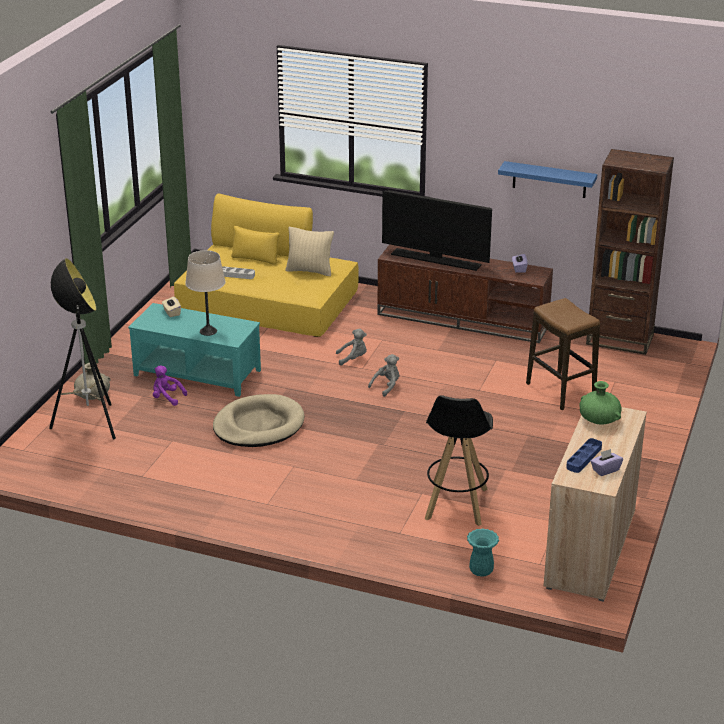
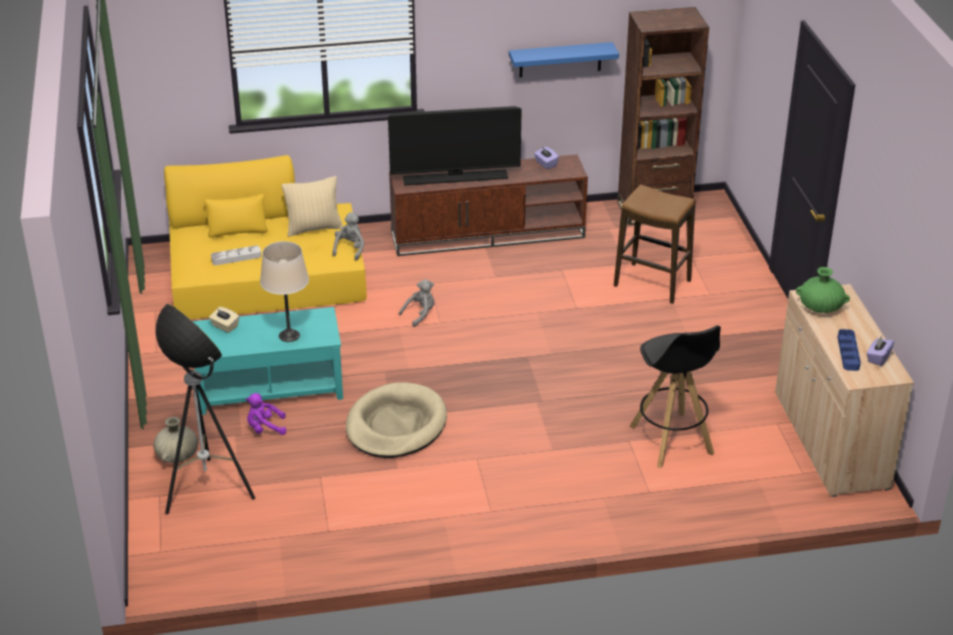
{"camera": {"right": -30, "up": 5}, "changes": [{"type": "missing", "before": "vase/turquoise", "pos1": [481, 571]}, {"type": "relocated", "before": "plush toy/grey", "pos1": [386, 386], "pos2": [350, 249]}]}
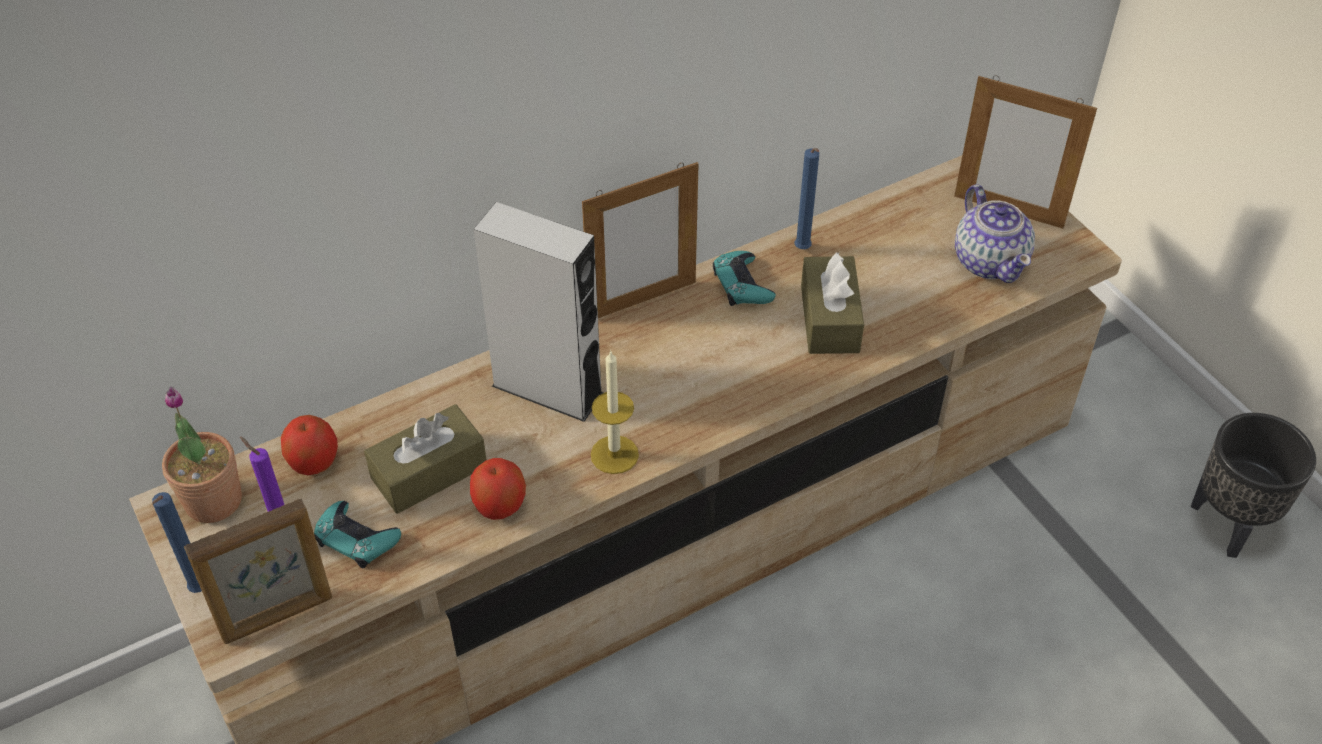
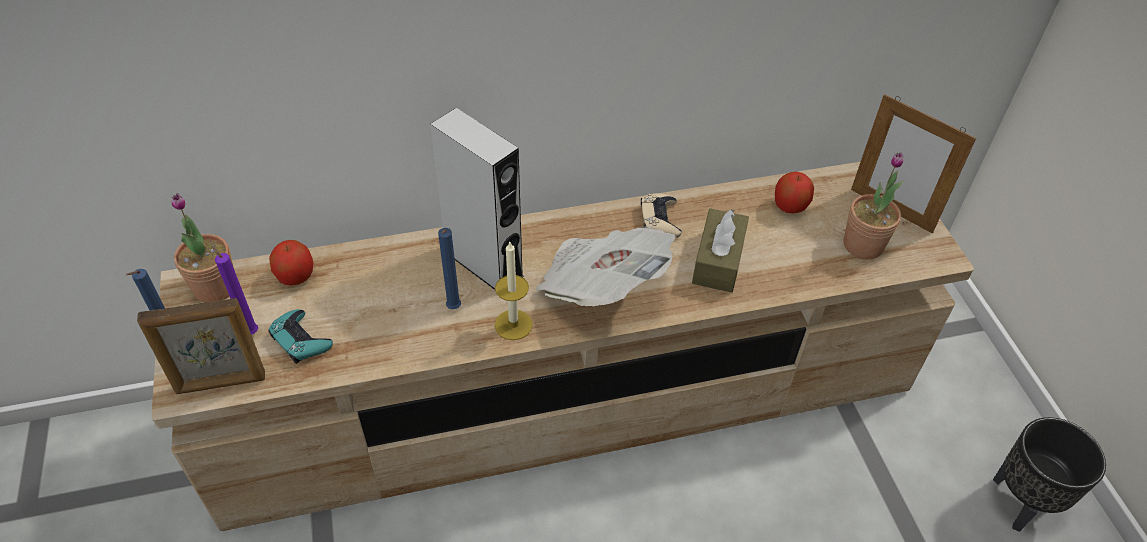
{"camera": {"right": 15, "up": 0}, "changes": [{"type": "missing", "before": "tissue box/brown", "pos1": [429, 472]}, {"type": "missing", "before": "picture frame", "pos1": [642, 301]}, {"type": "appeared", "after": "newspaper", "pos2": [601, 286]}, {"type": "relocated", "before": "apple", "pos1": [499, 506], "pos2": [789, 207]}, {"type": "relocated", "before": "candle/blue", "pos1": [803, 250], "pos2": [453, 309]}, {"type": "exchanged", "before": "teapot", "after": "potted plant", "pos1": [990, 261], "pos2": [863, 245]}, {"type": "colour", "before": "game controller/turquoise", "after": "game controller/beige", "pos1": [742, 285], "pos2": [660, 220]}]}
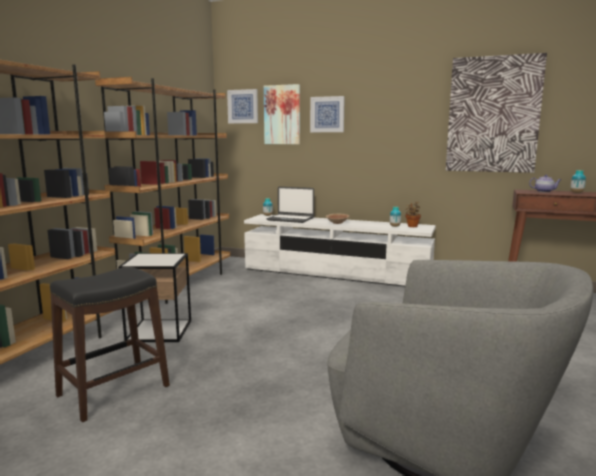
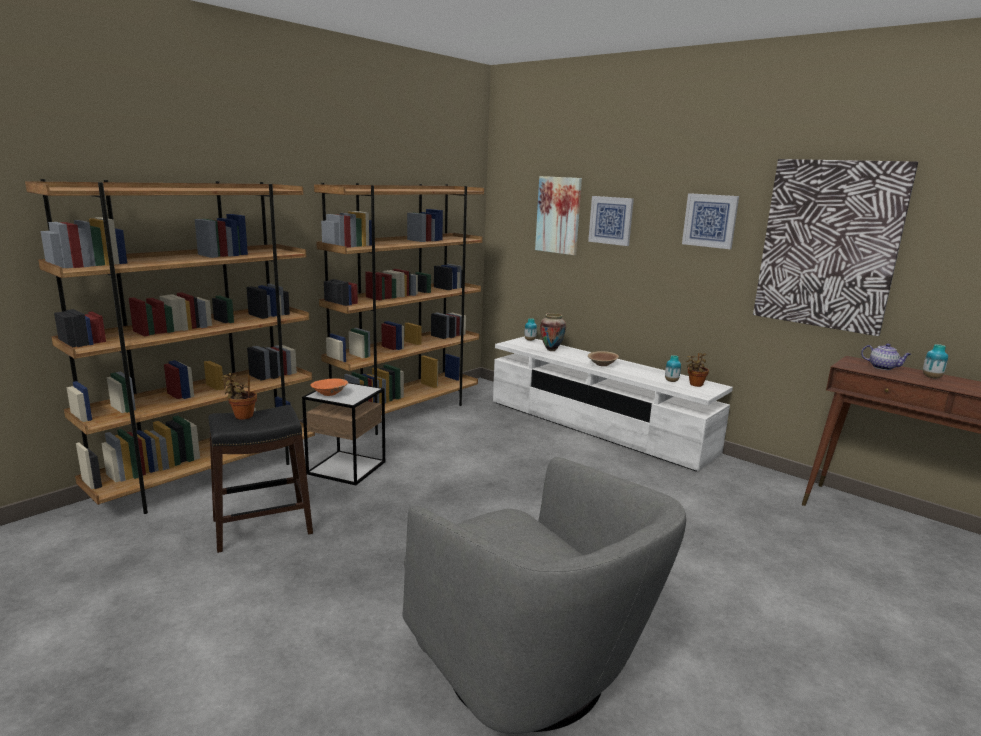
{"camera": {"right": 20, "up": 5}, "changes": [{"type": "appeared", "after": "potted plant", "pos2": [241, 416]}, {"type": "appeared", "after": "bowl/orange", "pos2": [329, 393]}, {"type": "relocated", "before": "picture", "pos1": [243, 106], "pos2": [710, 220]}, {"type": "exchanged", "before": "laptop", "after": "vase", "pos1": [290, 219], "pos2": [551, 350]}]}
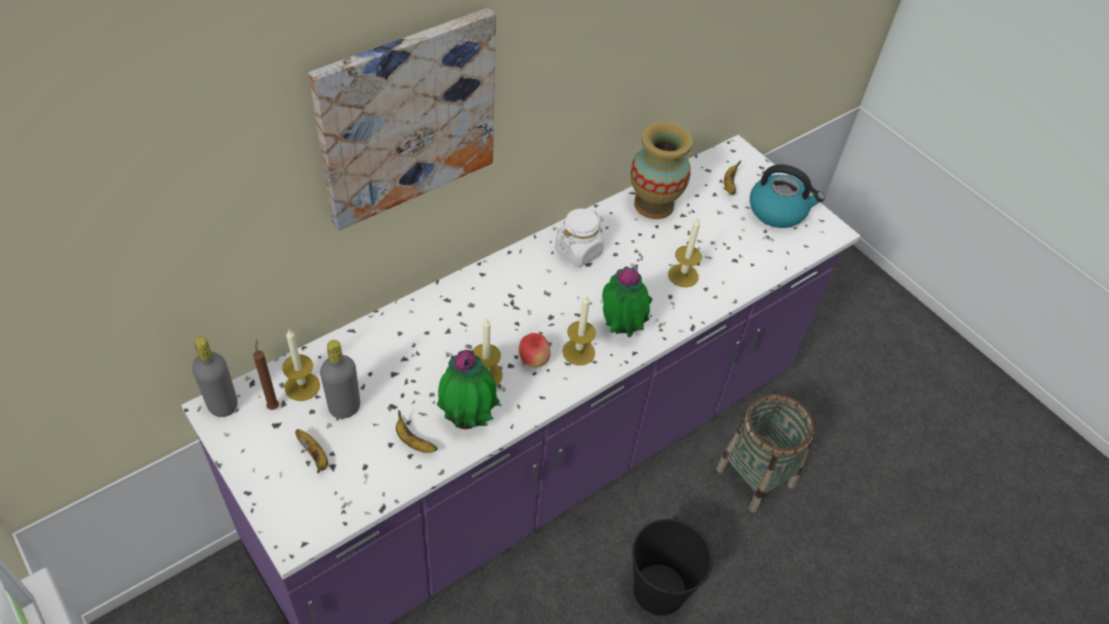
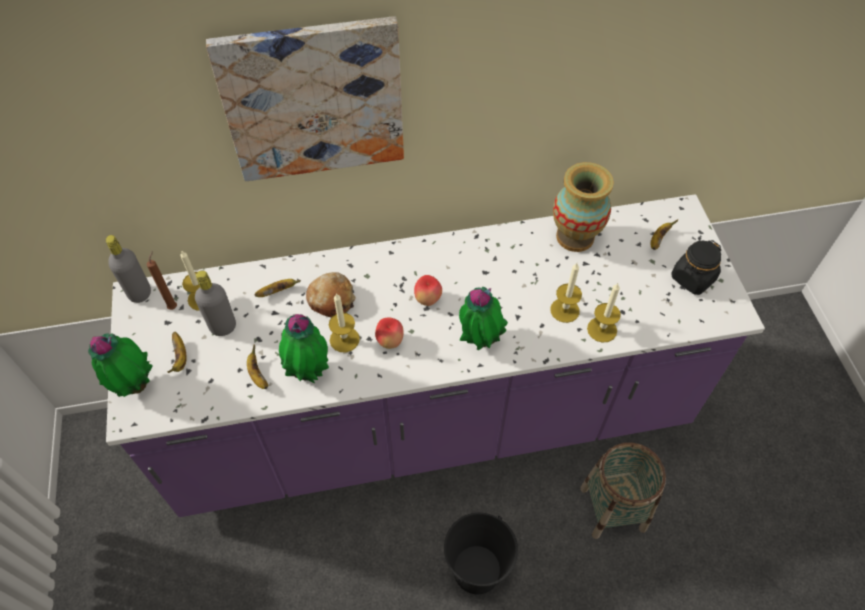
{"camera": {"right": 30, "up": 5}, "changes": [{"type": "missing", "before": "jar/white", "pos1": [578, 251]}, {"type": "appeared", "after": "potted plant", "pos2": [135, 385]}, {"type": "appeared", "after": "banana", "pos2": [278, 291]}, {"type": "appeared", "after": "bread", "pos2": [331, 299]}, {"type": "appeared", "after": "apple", "pos2": [428, 299]}, {"type": "relocated", "before": "candle", "pos1": [578, 352], "pos2": [602, 329]}, {"type": "exchanged", "before": "kettle", "after": "jar/black", "pos1": [778, 211], "pos2": [692, 278]}]}
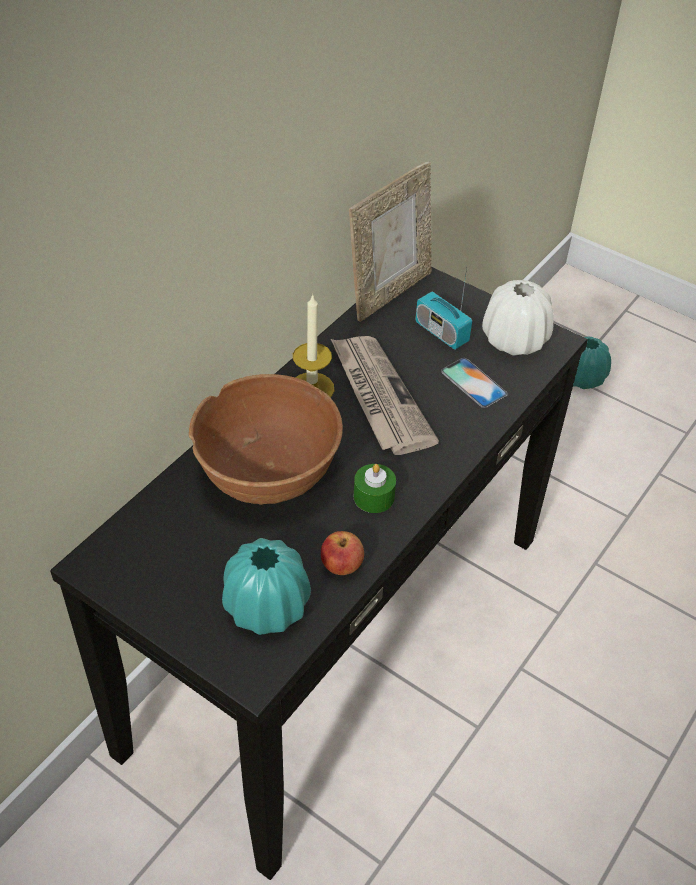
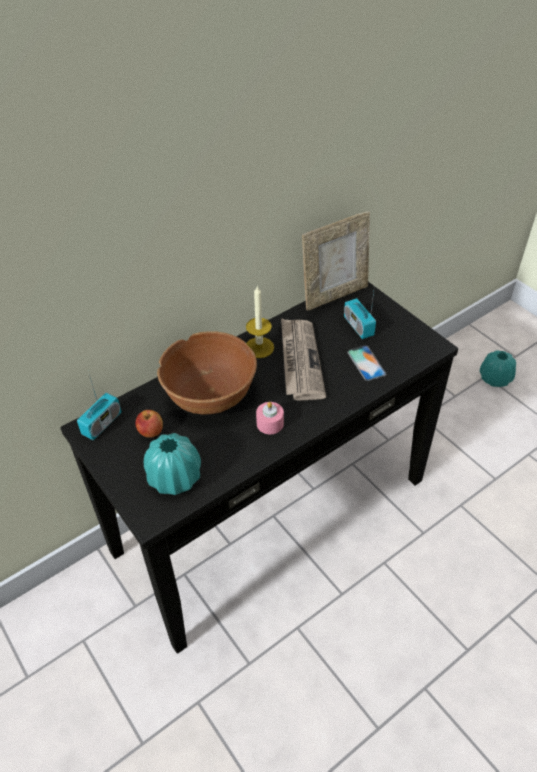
{"camera": {"right": 20, "up": 0}, "changes": [{"type": "missing", "before": "vase/white", "pos1": [514, 340]}, {"type": "appeared", "after": "radio", "pos2": [102, 424]}, {"type": "relocated", "before": "apple", "pos1": [341, 566], "pos2": [151, 432]}, {"type": "colour", "before": "candle/green", "after": "candle/pink", "pos1": [374, 497], "pos2": [270, 423]}]}
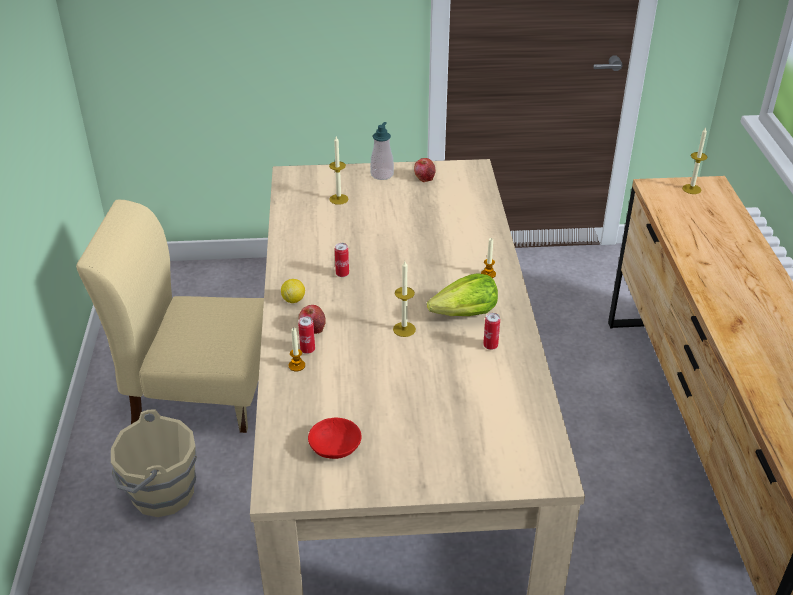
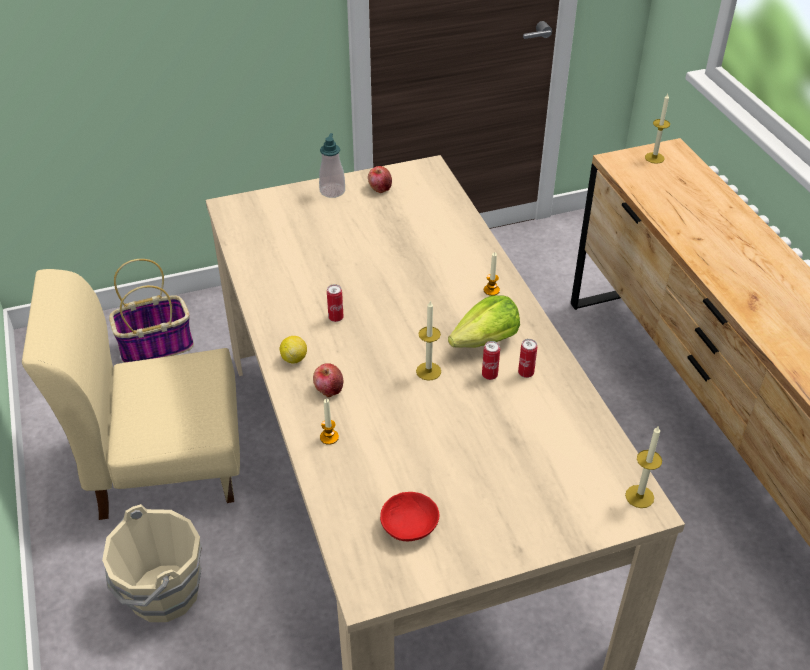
{"camera": {"right": -15, "up": 5}, "changes": [{"type": "appeared", "after": "basket", "pos2": [157, 345]}, {"type": "relocated", "before": "can", "pos1": [307, 350], "pos2": [489, 375]}, {"type": "relocated", "before": "candle", "pos1": [339, 199], "pos2": [639, 496]}]}
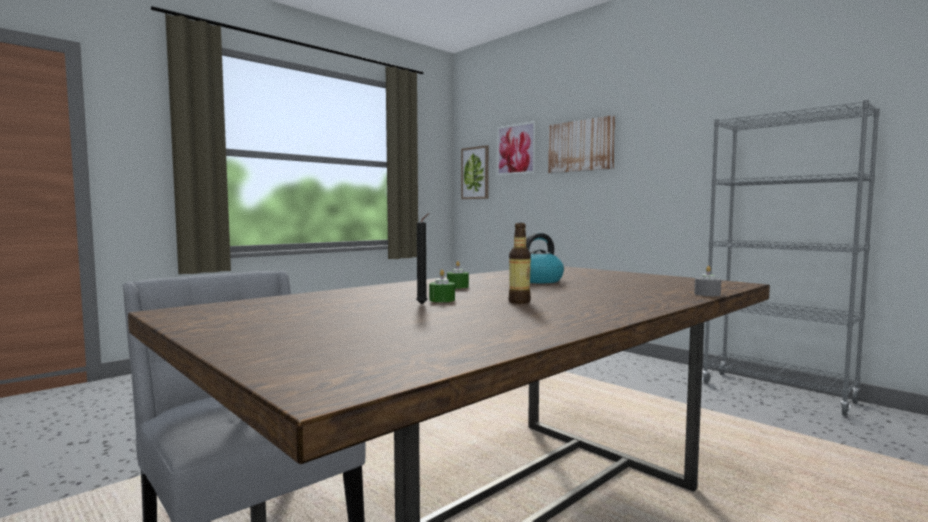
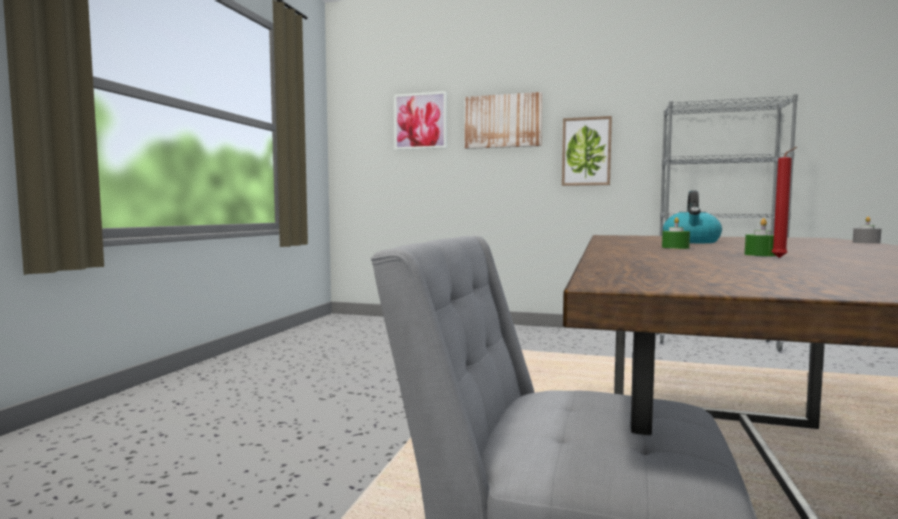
{"camera": {"right": -30, "up": 0}, "changes": [{"type": "missing", "before": "bottle", "pos1": [519, 301]}, {"type": "relocated", "before": "picture", "pos1": [475, 173], "pos2": [586, 151]}, {"type": "colour", "before": "candle/black", "after": "candle/red", "pos1": [423, 304], "pos2": [781, 258]}]}
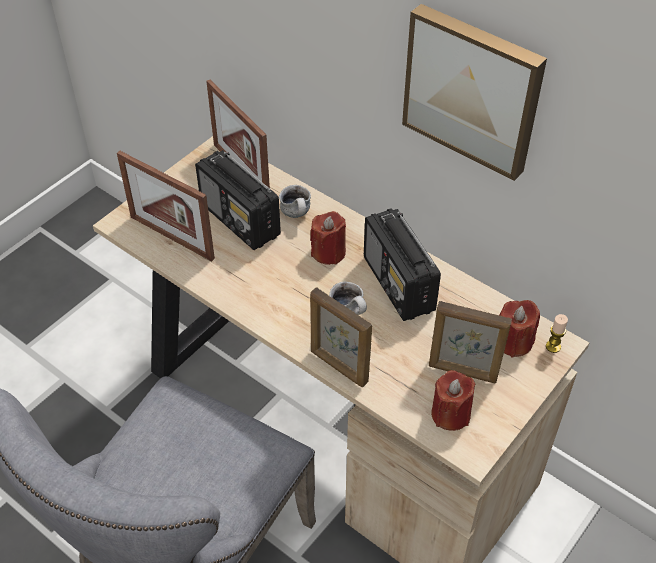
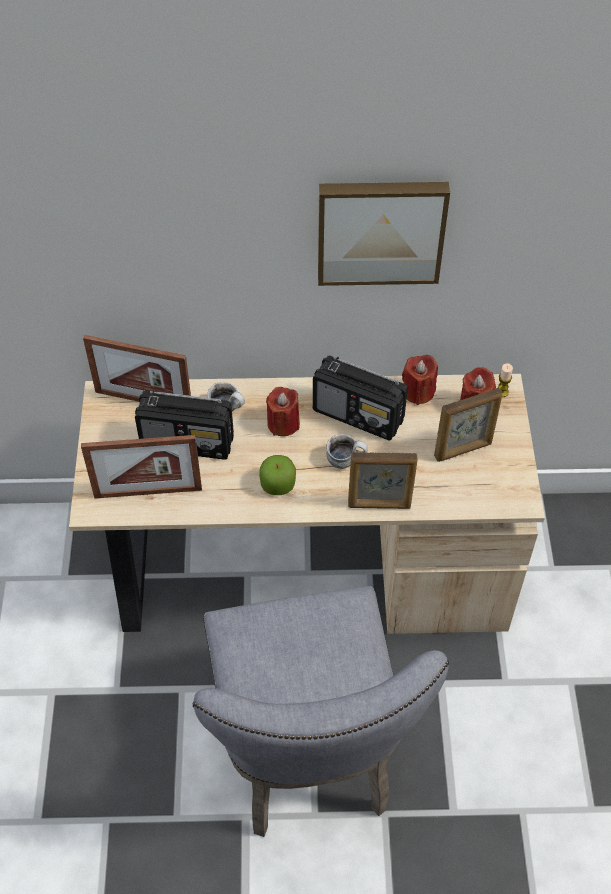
{"camera": {"right": -40, "up": 5}, "changes": [{"type": "appeared", "after": "apple", "pos2": [278, 484]}, {"type": "relocated", "before": "candle/red", "pos1": [450, 414], "pos2": [418, 392]}]}
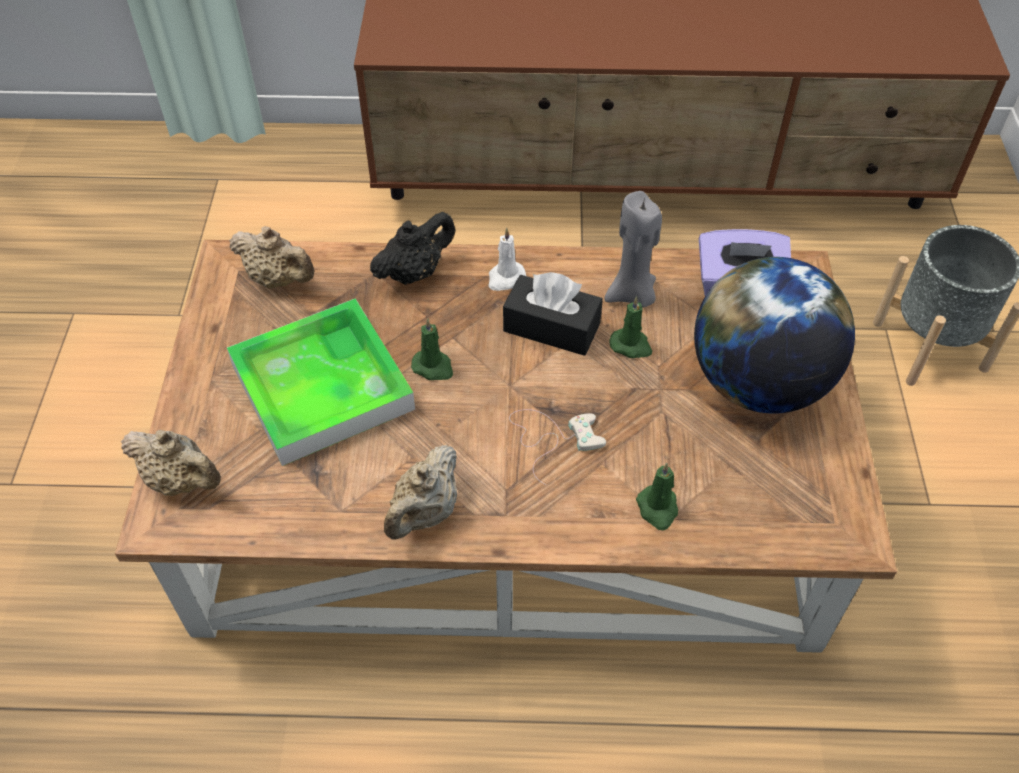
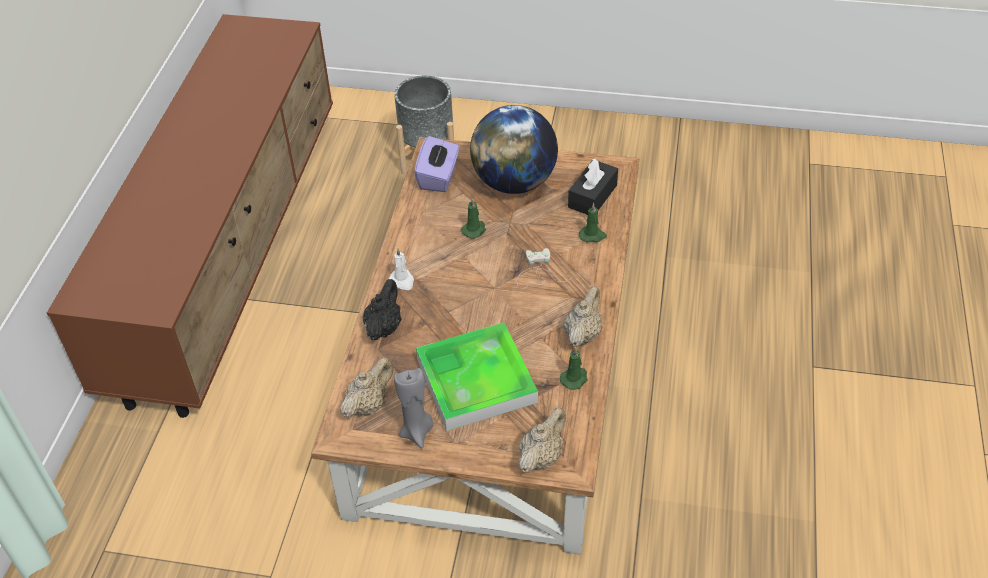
{"camera": {"right": -80, "up": -5}, "changes": [{"type": "relocated", "before": "candle/green", "pos1": [433, 367], "pos2": [574, 378]}, {"type": "relocated", "before": "tissue box/black", "pos1": [551, 327], "pos2": [592, 196]}, {"type": "relocated", "before": "candle/grey", "pos1": [632, 295], "pos2": [417, 432]}, {"type": "spun", "before": "teapot/black", "pos1": [414, 272], "pos2": [384, 327], "turn": 45}, {"type": "spun", "before": "teapot/beige", "pos1": [425, 513], "pos2": [583, 334], "turn": -105}]}
